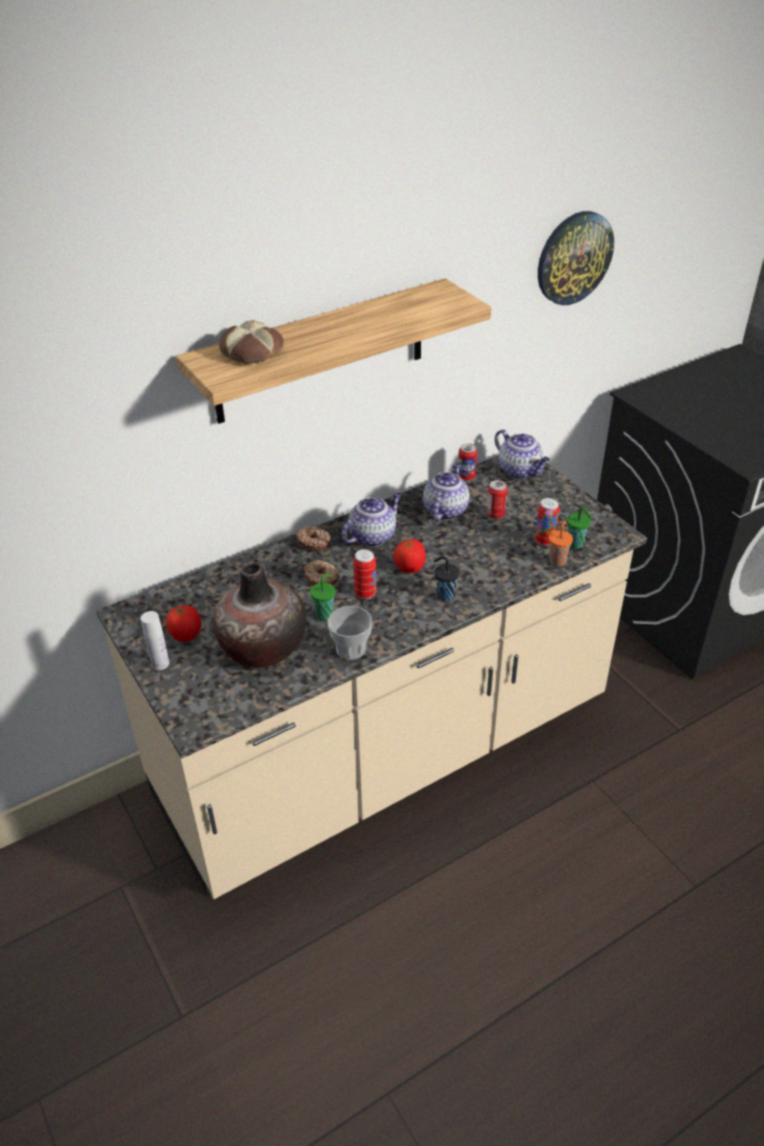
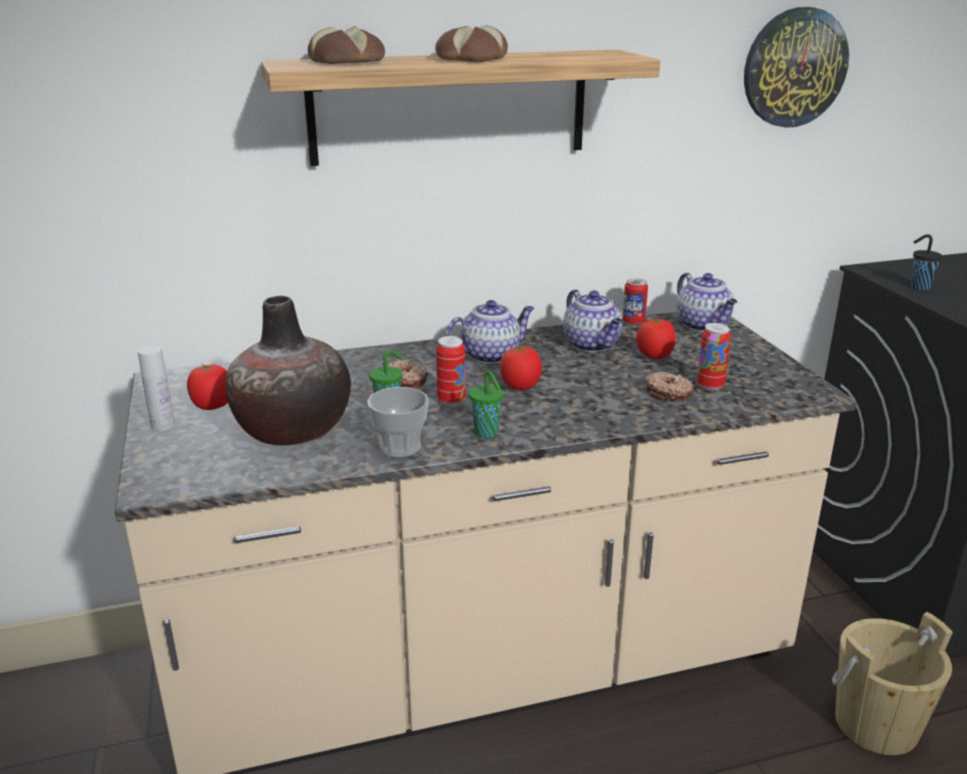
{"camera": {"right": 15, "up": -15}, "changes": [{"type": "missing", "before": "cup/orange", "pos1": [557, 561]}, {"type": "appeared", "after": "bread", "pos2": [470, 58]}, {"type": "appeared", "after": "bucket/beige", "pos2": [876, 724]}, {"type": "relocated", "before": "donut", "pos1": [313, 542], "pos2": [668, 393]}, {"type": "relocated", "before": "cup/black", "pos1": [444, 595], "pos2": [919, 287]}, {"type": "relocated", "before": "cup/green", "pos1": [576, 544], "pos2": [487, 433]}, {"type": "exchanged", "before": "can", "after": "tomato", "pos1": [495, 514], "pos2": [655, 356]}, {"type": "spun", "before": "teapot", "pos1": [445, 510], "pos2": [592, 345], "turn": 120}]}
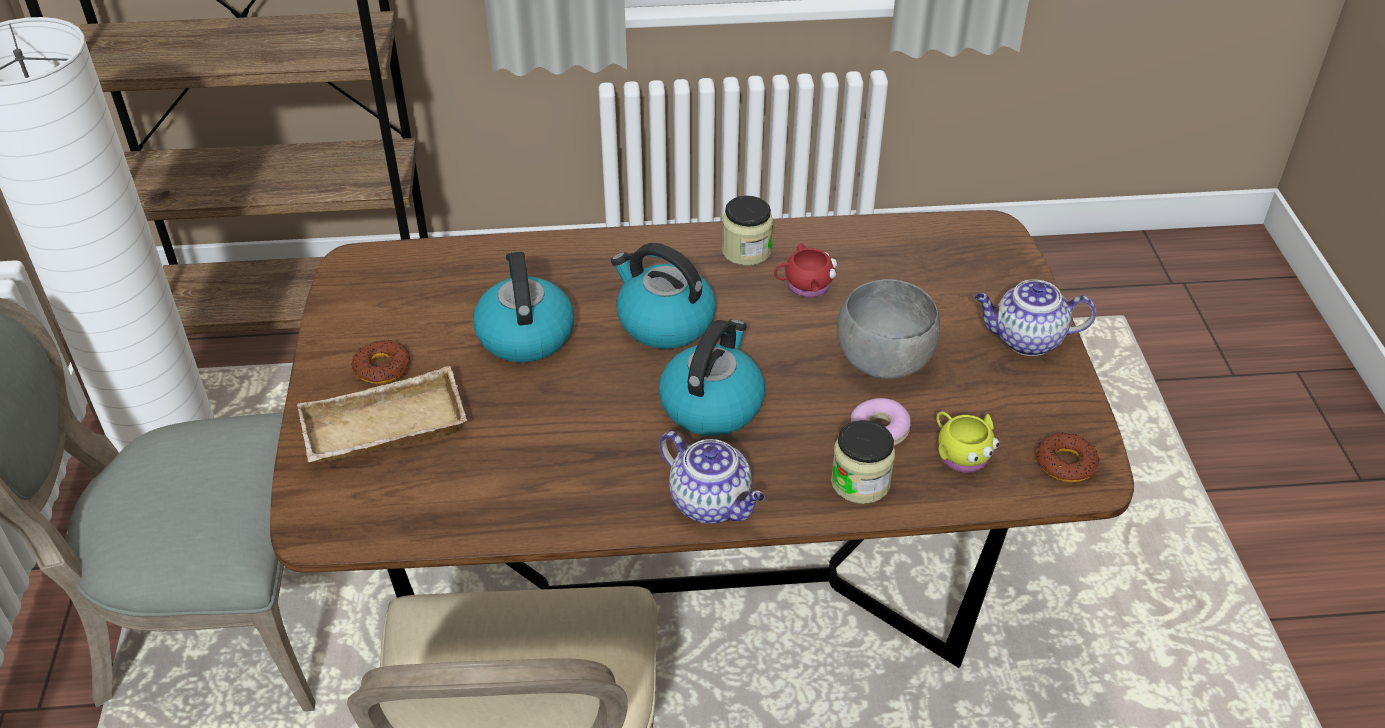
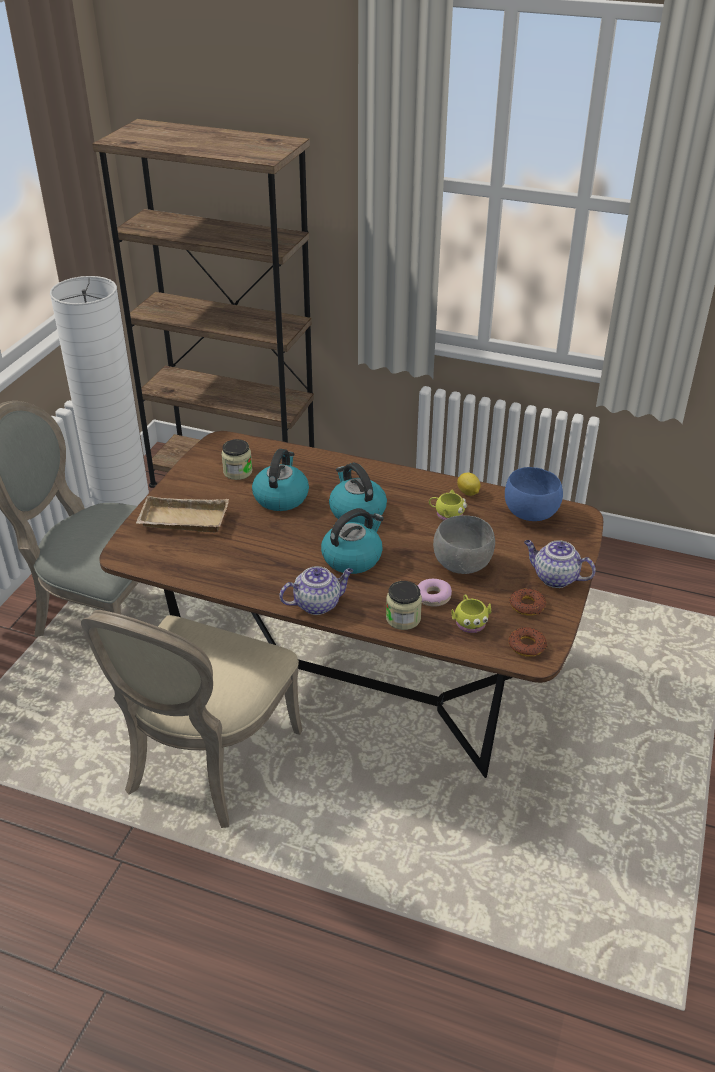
{"camera": {"right": 25, "up": -5}, "changes": [{"type": "appeared", "after": "lemon", "pos2": [468, 493]}, {"type": "appeared", "after": "bowl/blue", "pos2": [529, 513]}, {"type": "relocated", "before": "donut", "pos1": [382, 368], "pos2": [527, 605]}, {"type": "relocated", "before": "jar", "pos1": [746, 251], "pos2": [237, 472]}, {"type": "colour", "before": "mug/red", "after": "mug/yellow", "pos1": [804, 285], "pos2": [447, 514]}, {"type": "spun", "before": "teapot", "pos1": [712, 503], "pos2": [318, 603], "turn": -90}]}
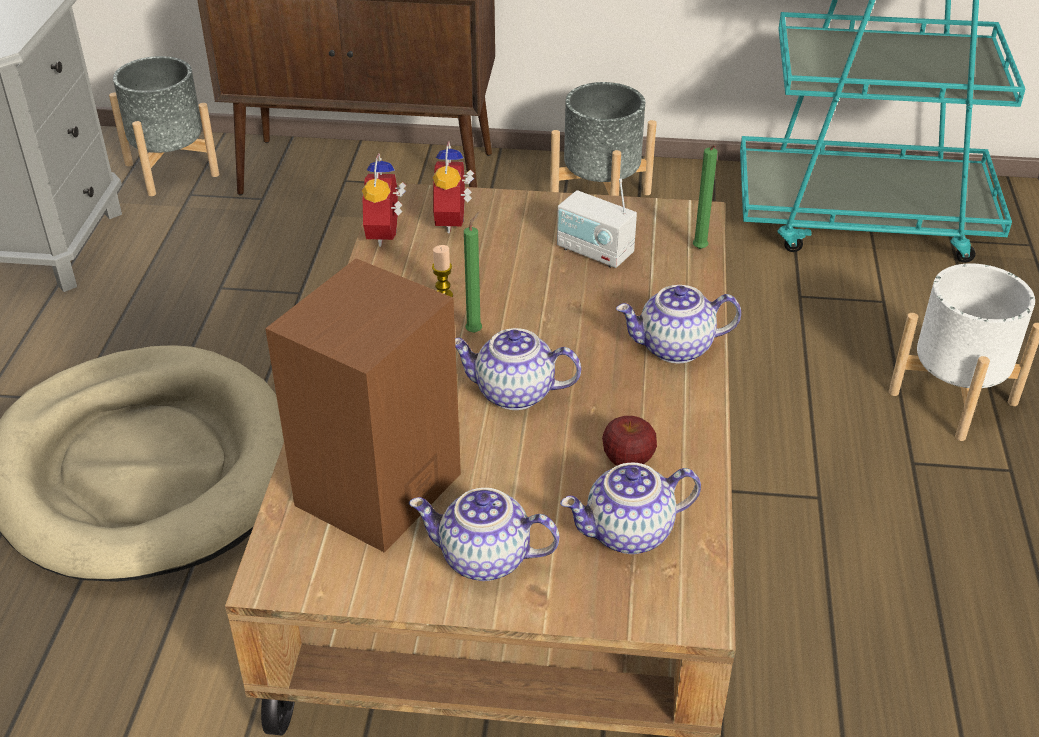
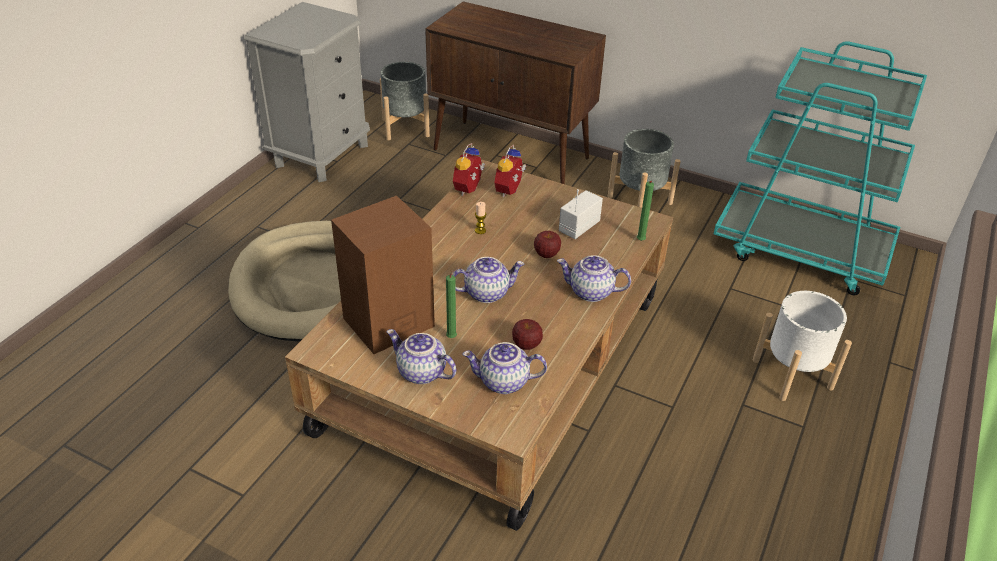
{"camera": {"right": 20, "up": 0}, "changes": [{"type": "appeared", "after": "apple", "pos2": [546, 254]}, {"type": "relocated", "before": "candle/green", "pos1": [475, 331], "pos2": [453, 337]}, {"type": "spun", "before": "teapot", "pos1": [514, 393], "pos2": [487, 292], "turn": 135}, {"type": "spun", "before": "radio", "pos1": [594, 252], "pos2": [578, 227], "turn": 75}]}
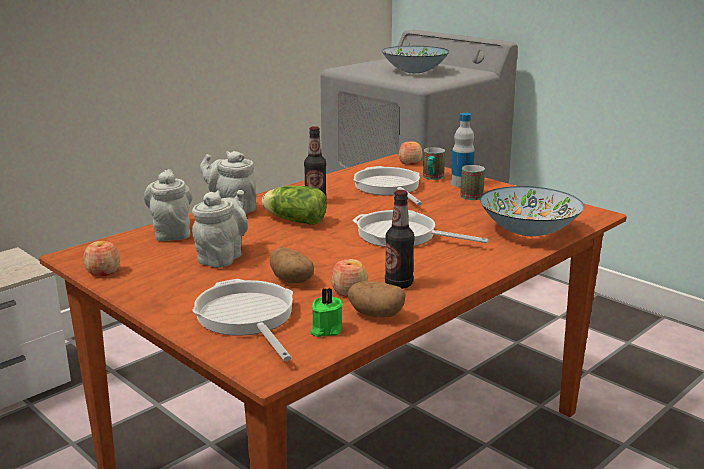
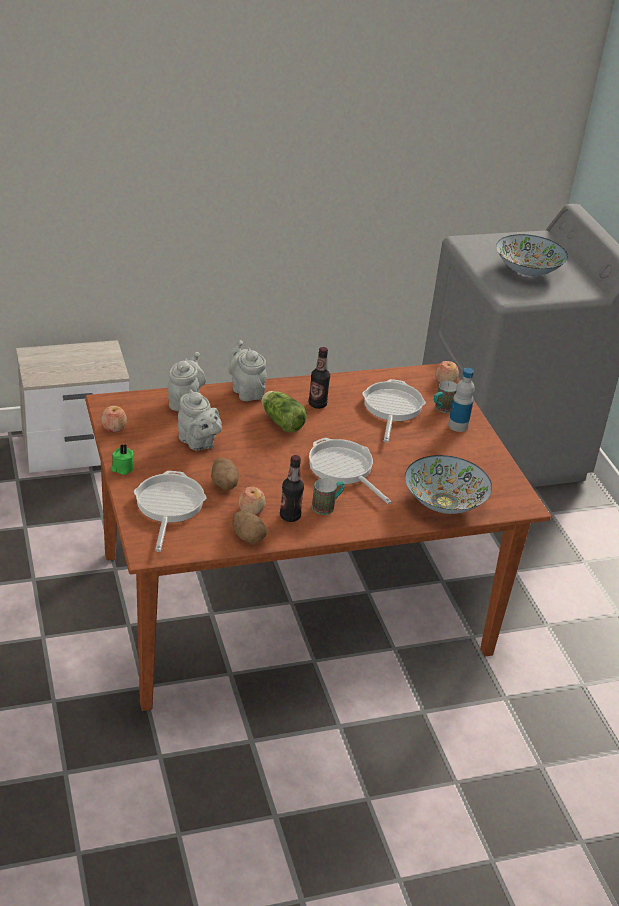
{"camera": {"right": 25, "up": 15}, "changes": [{"type": "relocated", "before": "candle/green", "pos1": [325, 329], "pos2": [122, 468]}, {"type": "relocated", "before": "mug", "pos1": [473, 195], "pos2": [327, 506]}, {"type": "spun", "before": "teapot/grey", "pos1": [222, 257], "pos2": [198, 443], "turn": 90}]}
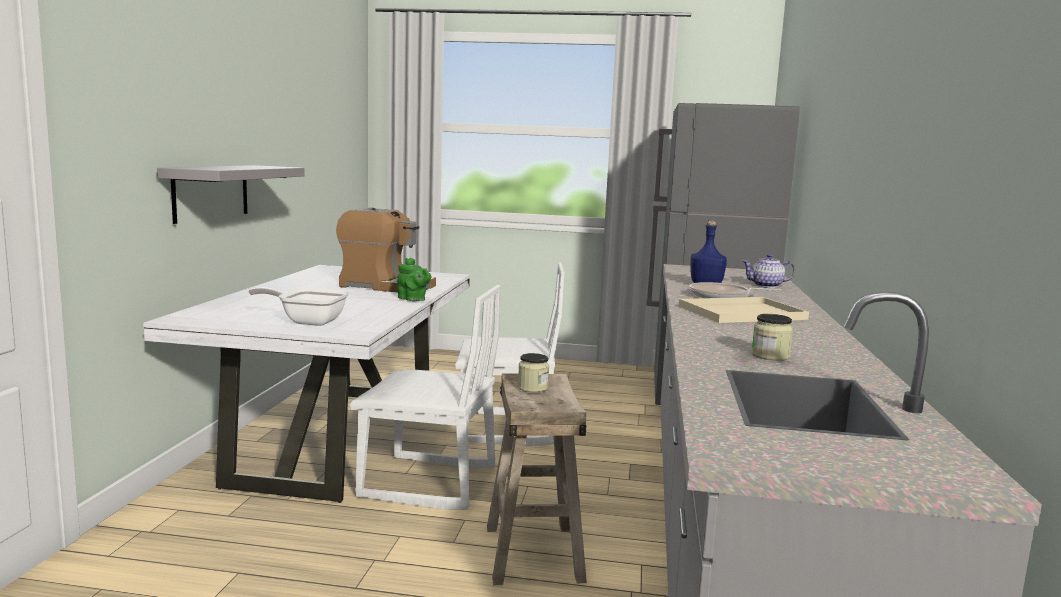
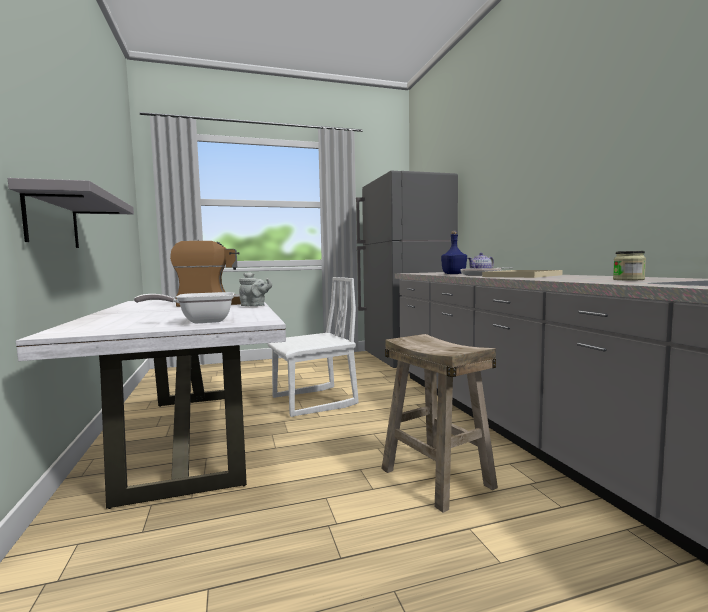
{"camera": {"right": -25, "up": -5}, "changes": [{"type": "missing", "before": "chair/white", "pos1": [428, 483]}, {"type": "missing", "before": "jar", "pos1": [533, 388]}, {"type": "colour", "before": "teapot/green", "after": "teapot/grey", "pos1": [413, 299], "pos2": [254, 306]}]}
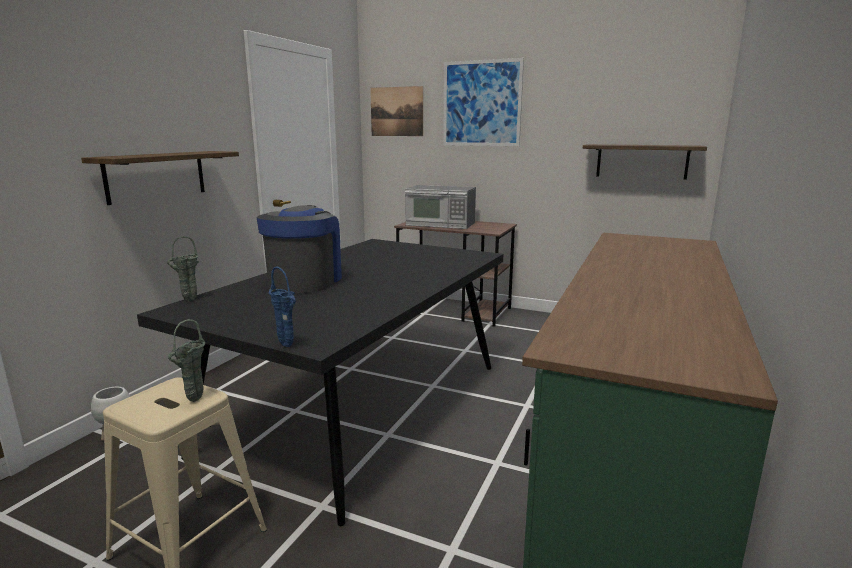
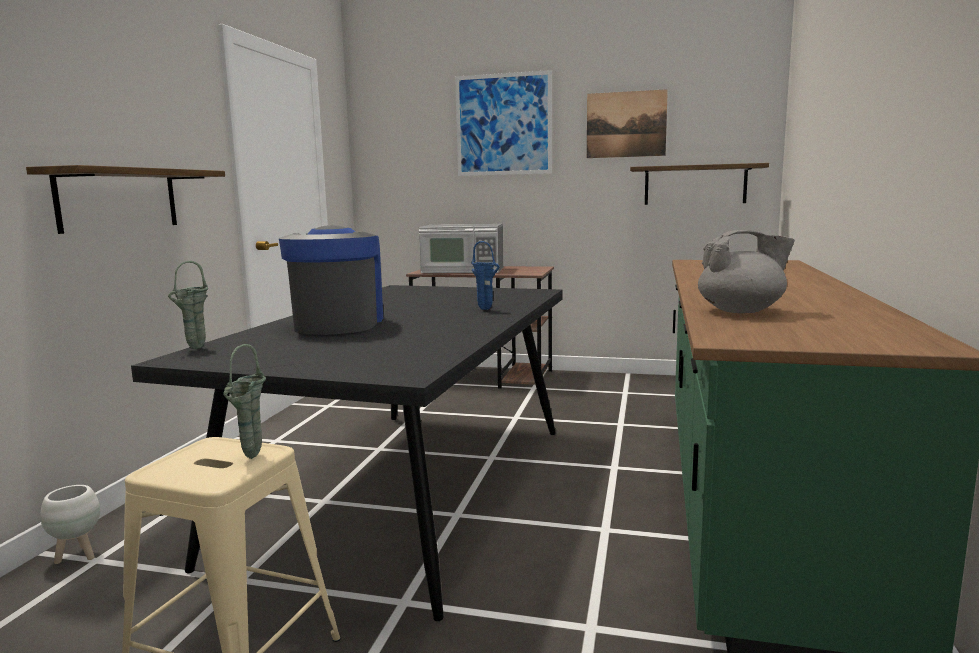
{"camera": {"right": -10, "up": -5}, "changes": [{"type": "appeared", "after": "teapot/grey", "pos2": [741, 311]}, {"type": "relocated", "before": "vase/blue", "pos1": [288, 347], "pos2": [486, 310]}, {"type": "relocated", "before": "picture", "pos1": [396, 111], "pos2": [626, 124]}]}
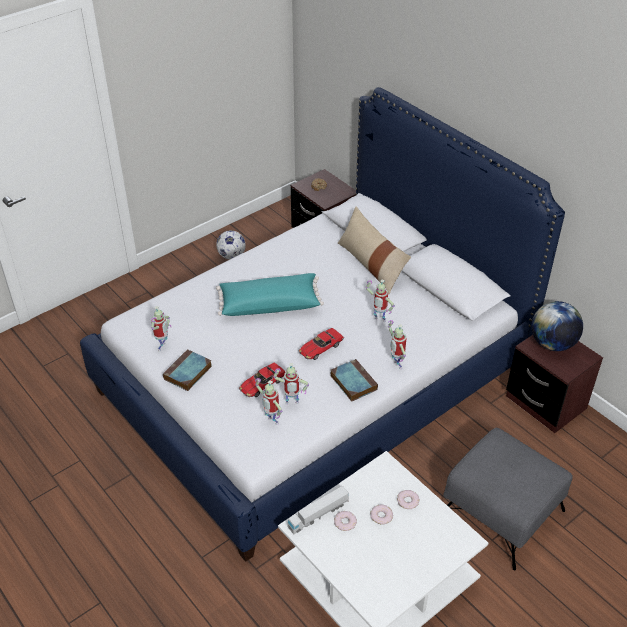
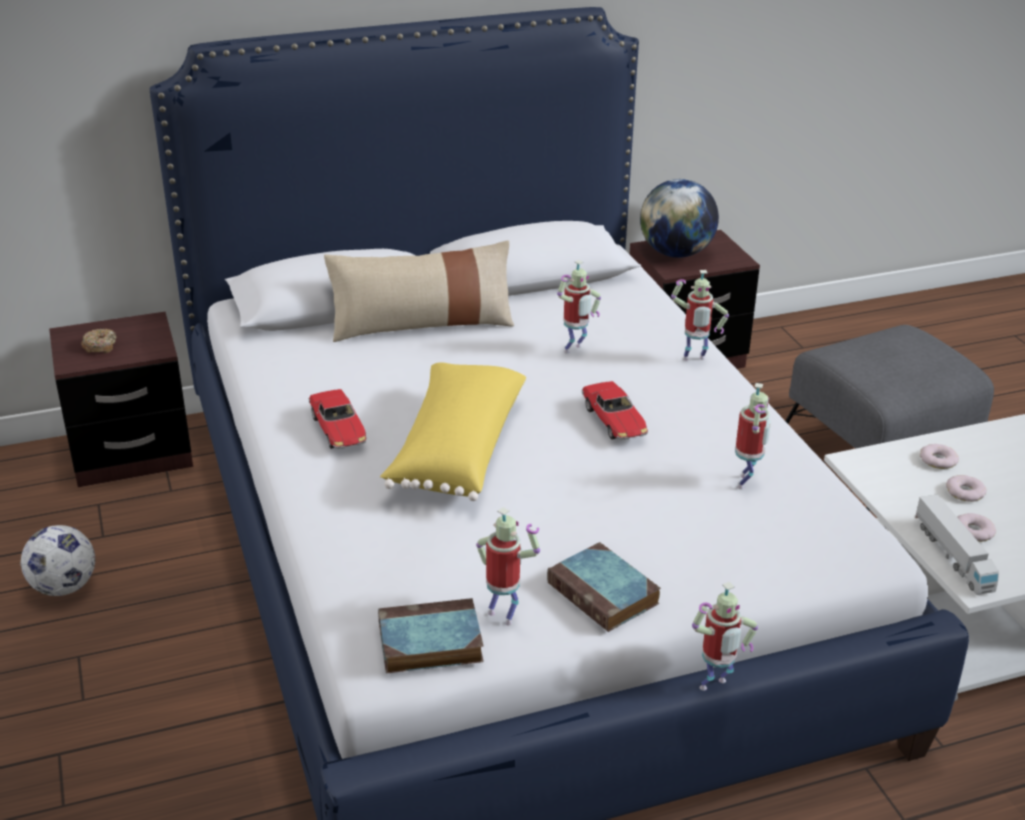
{"camera": {"right": -70, "up": -10}, "changes": [{"type": "relocated", "before": "toy car", "pos1": [262, 384], "pos2": [339, 430]}, {"type": "relocated", "before": "toy robot", "pos1": [271, 422], "pos2": [714, 687]}, {"type": "relocated", "before": "book", "pos1": [352, 382], "pos2": [428, 643]}, {"type": "colour", "before": "pillow/turquoise", "after": "pillow/yellow", "pos1": [269, 304], "pos2": [455, 449]}]}
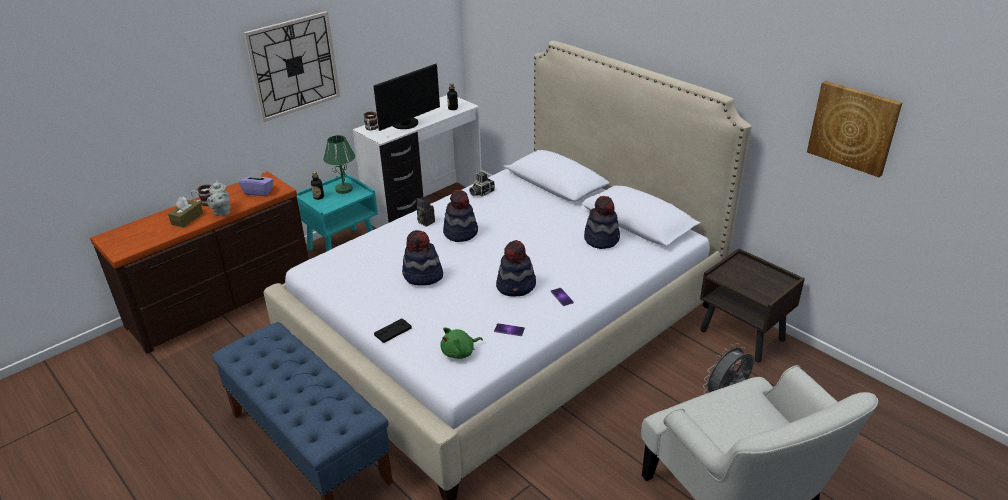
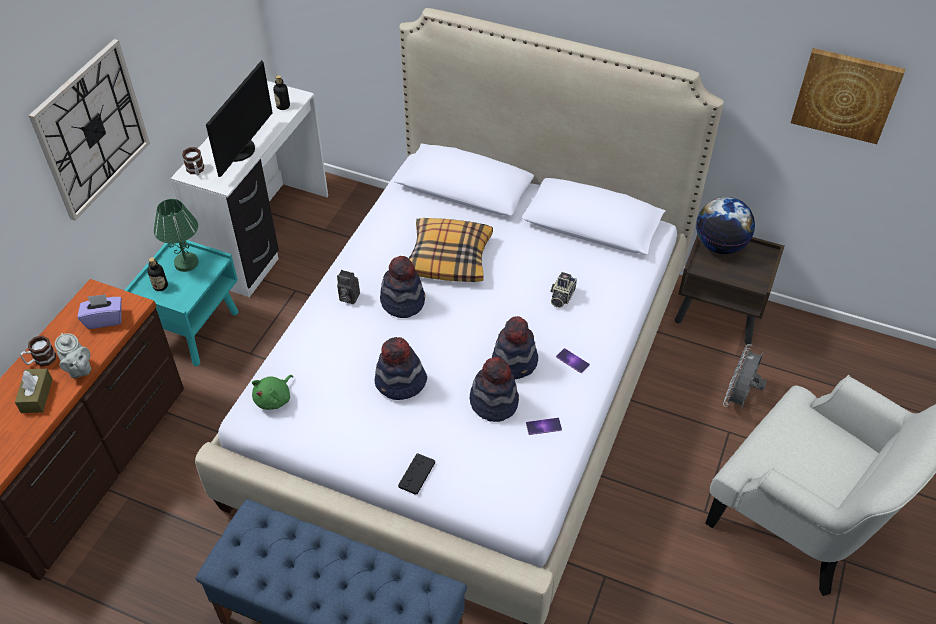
{"camera": {"right": -25, "up": 15}, "changes": [{"type": "appeared", "after": "pillow", "pos2": [449, 257]}, {"type": "appeared", "after": "globe", "pos2": [720, 245]}, {"type": "relocated", "before": "plush toy/green", "pos1": [460, 352], "pos2": [274, 399]}, {"type": "relocated", "before": "photo camera", "pos1": [481, 192], "pos2": [561, 297]}, {"type": "relocated", "before": "hat", "pos1": [602, 239], "pos2": [494, 402]}]}
